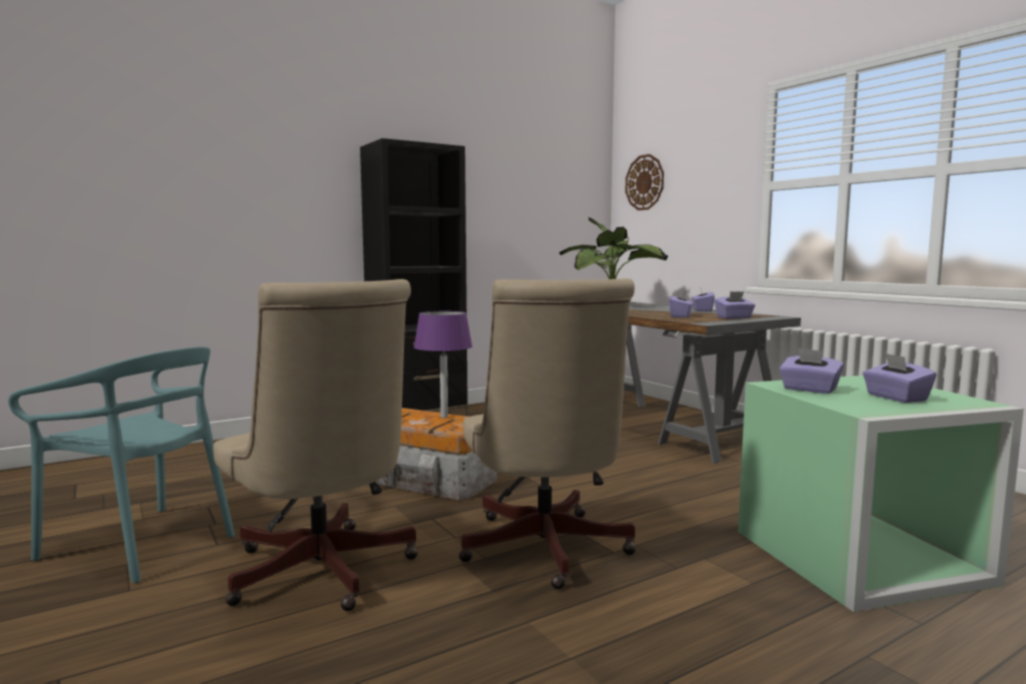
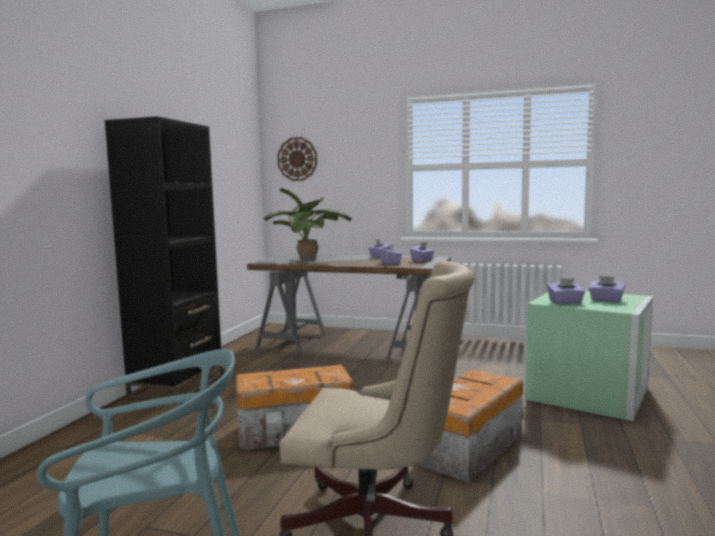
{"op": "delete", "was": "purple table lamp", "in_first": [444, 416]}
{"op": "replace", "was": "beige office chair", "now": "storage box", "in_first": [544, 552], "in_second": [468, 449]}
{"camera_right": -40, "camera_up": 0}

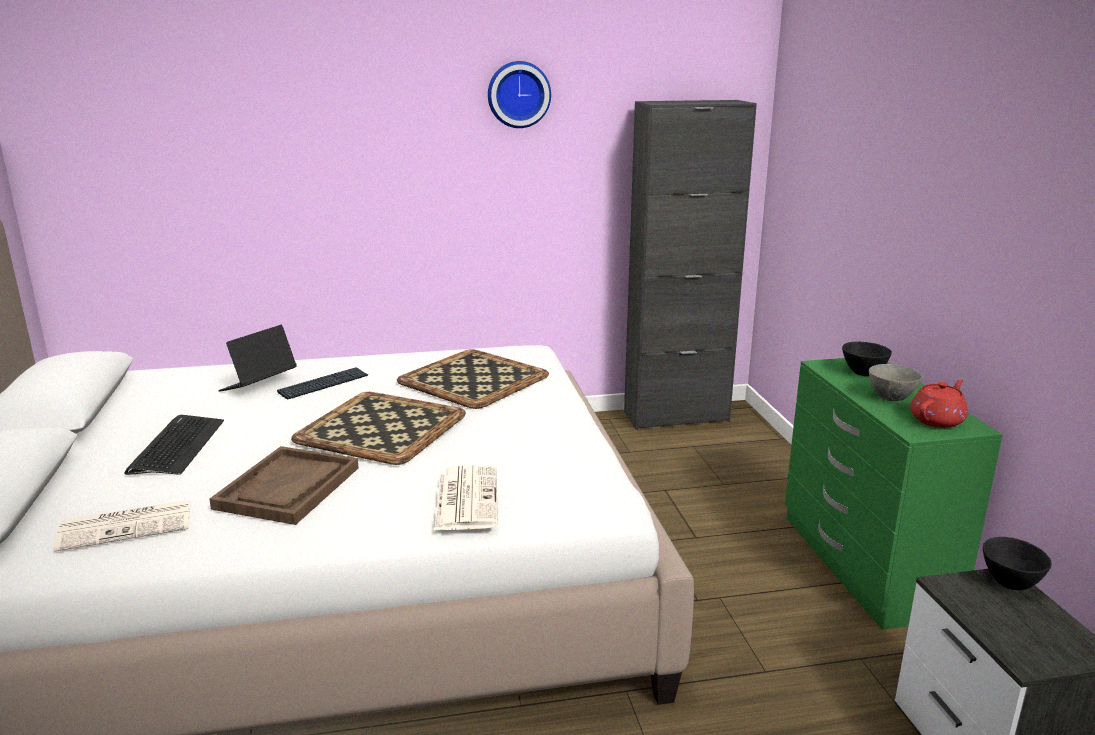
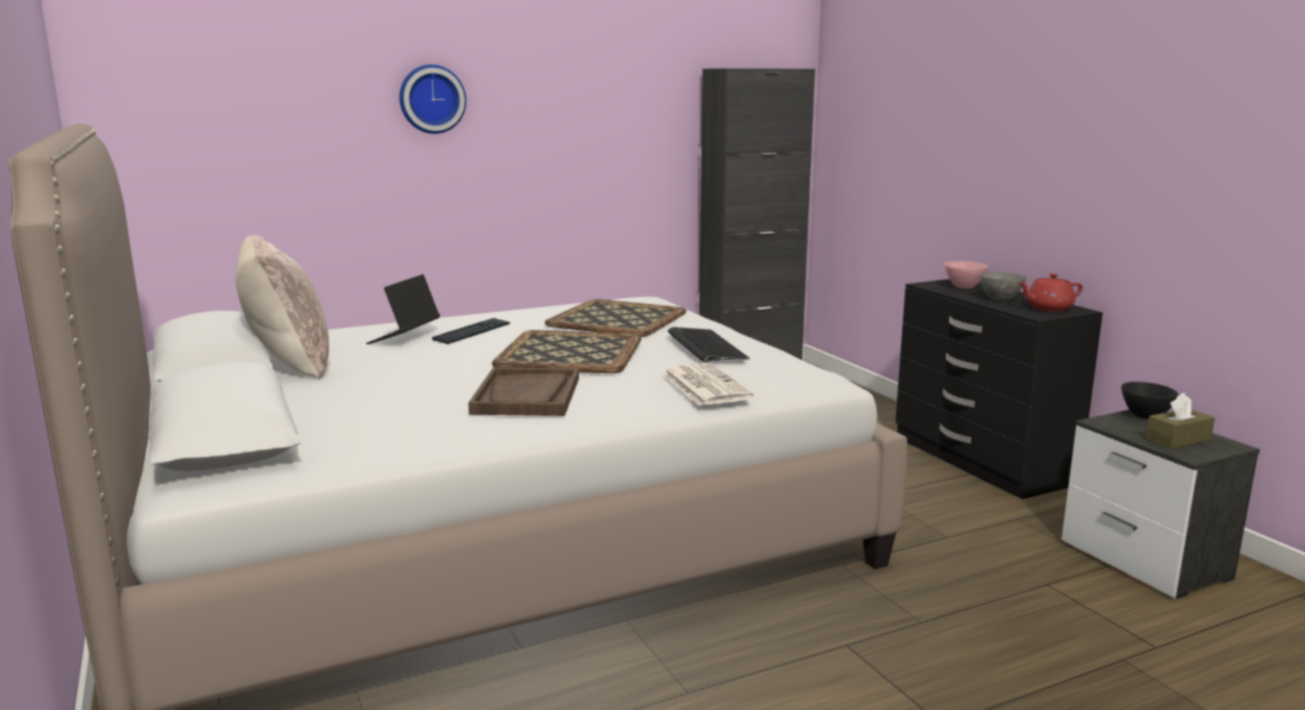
{"op": "delete", "was": "newspaper", "in_first": [128, 525]}
{"op": "move", "was": "keyboard", "in_first": [177, 446], "in_second": [705, 346]}
{"op": "move", "was": "wall clock", "in_first": [518, 94], "in_second": [431, 99]}
{"op": "recolor", "was": "green dresser", "now": "black dresser", "in_first": [864, 565], "in_second": [981, 460]}
{"op": "recolor", "was": "black bowl", "now": "pink bowl", "in_first": [862, 373], "in_second": [963, 287]}
{"op": "rotate", "was": "red teapot", "in_first": [937, 420], "in_second": [1048, 308], "clockwise": -135}
{"op": "insert", "now": "beige pillow", "in_second": [288, 364]}
{"op": "insert", "now": "brown tissue box", "in_second": [1178, 440]}
{"camera_right": -15, "camera_up": -5}

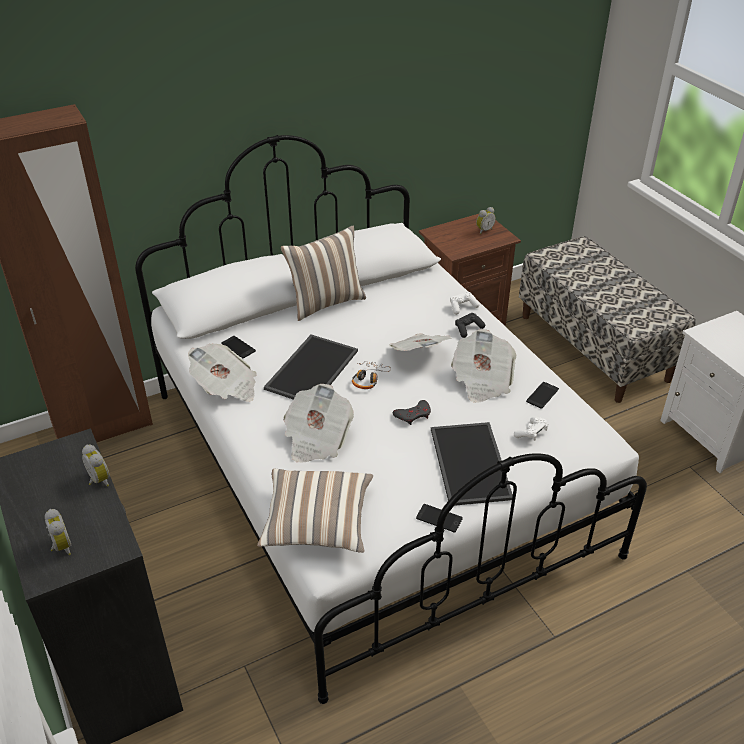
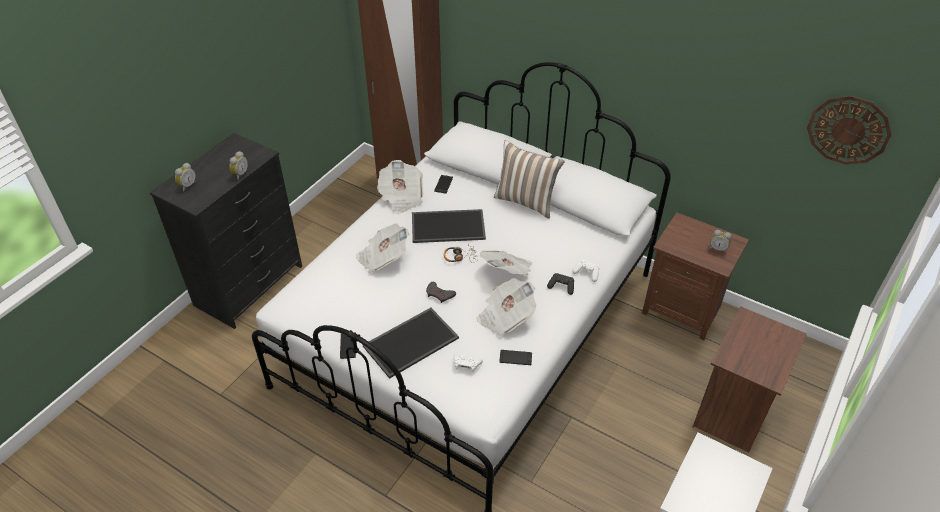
{"op": "delete", "was": "pillow", "in_first": [317, 523]}
{"op": "replace", "was": "bench", "now": "brown nightstand", "in_first": [594, 347], "in_second": [733, 414]}
{"op": "insert", "now": "wall clock", "in_second": [848, 130]}
{"camera_right": 60, "camera_up": 5}

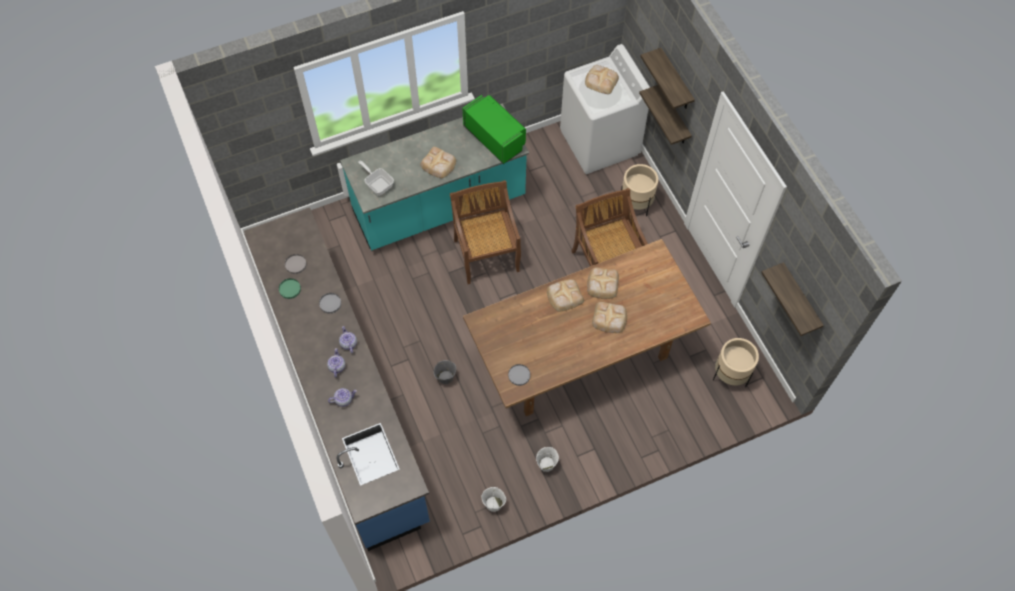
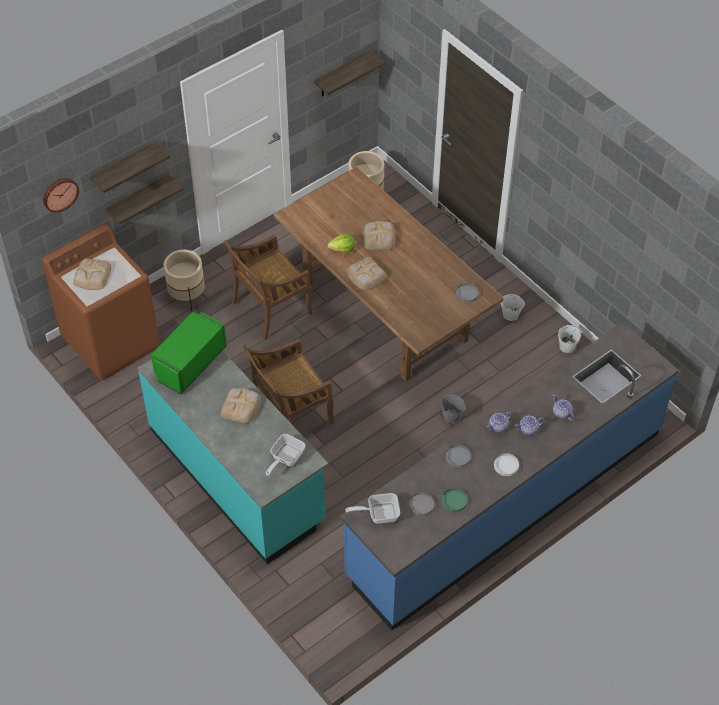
{"op": "recolor", "was": "white washing machine", "now": "brown washing machine", "in_first": [599, 143], "in_second": [111, 342]}
{"op": "replace", "was": "bread", "now": "lettuce", "in_first": [602, 284], "in_second": [342, 249]}
{"op": "insert", "now": "wall clock", "in_second": [59, 194]}
{"op": "insert", "now": "frying pan", "in_second": [379, 514]}
{"op": "insert", "now": "white plate", "in_second": [506, 465]}
{"camera_right": -105, "camera_up": -10}

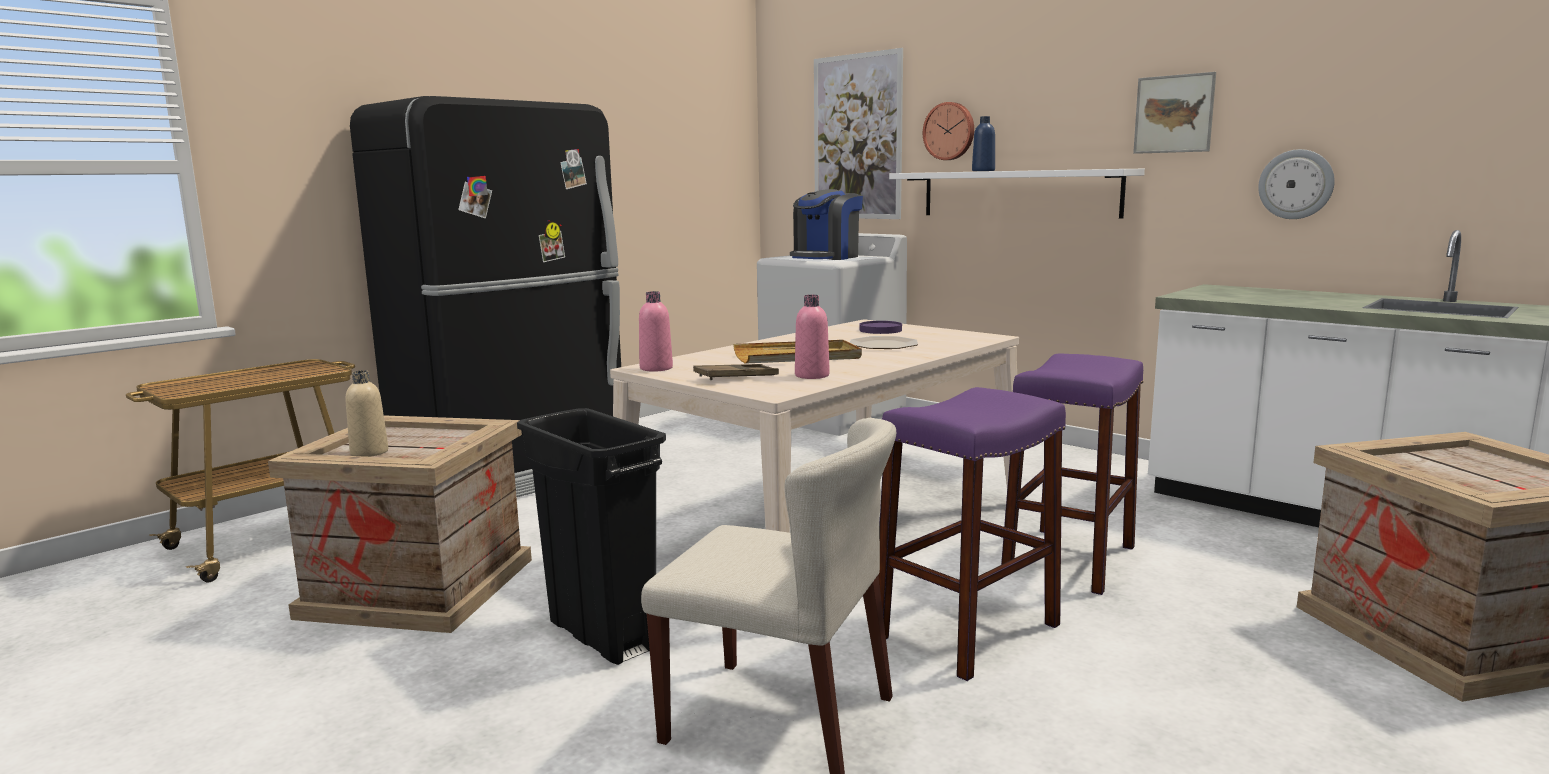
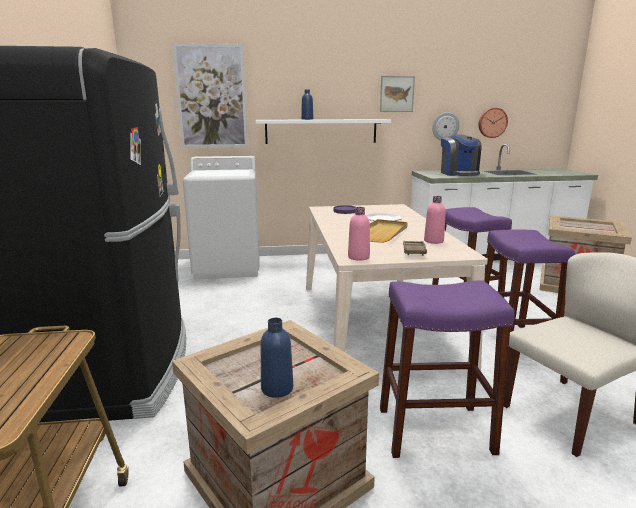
{"op": "recolor", "was": "beige bottle", "now": "blue bottle", "in_first": [369, 452], "in_second": [277, 388]}
{"op": "replace", "was": "black trash can", "now": "purple stool", "in_first": [601, 635], "in_second": [434, 430]}
{"op": "move", "was": "coffee machine", "in_first": [826, 257], "in_second": [459, 174]}
{"op": "move", "was": "wall clock", "in_first": [949, 131], "in_second": [492, 122]}
{"camera_right": -50, "camera_up": 5}

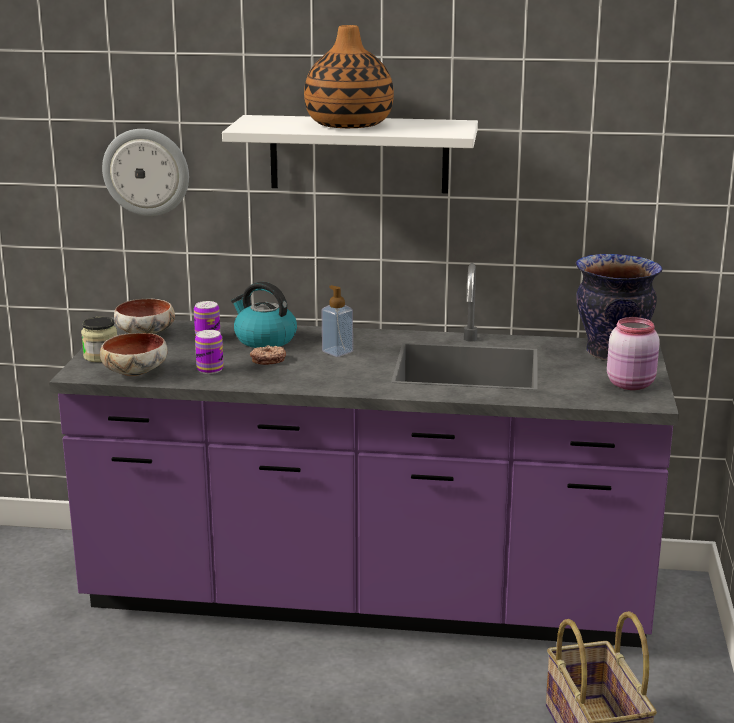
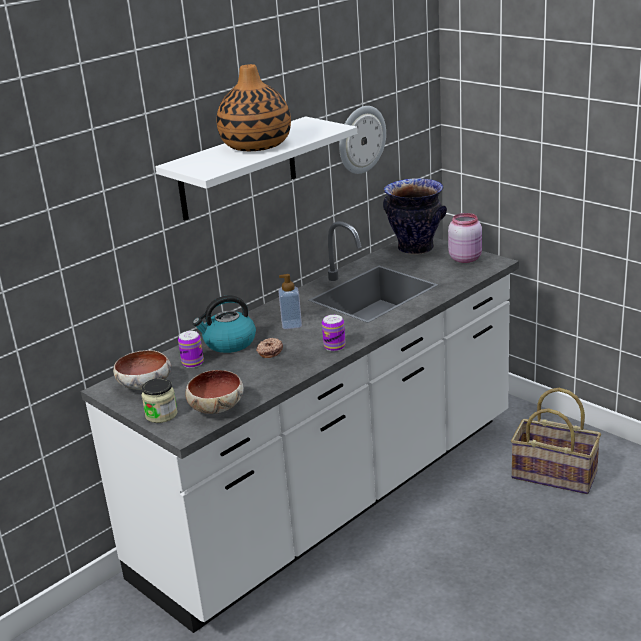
{"op": "recolor", "was": "purple counter", "now": "white counter", "in_first": [367, 599], "in_second": [335, 498]}
{"op": "move", "was": "wall clock", "in_first": [146, 172], "in_second": [361, 139]}
{"op": "move", "was": "can", "in_first": [210, 369], "in_second": [334, 346]}
{"camera_right": -50, "camera_up": 5}

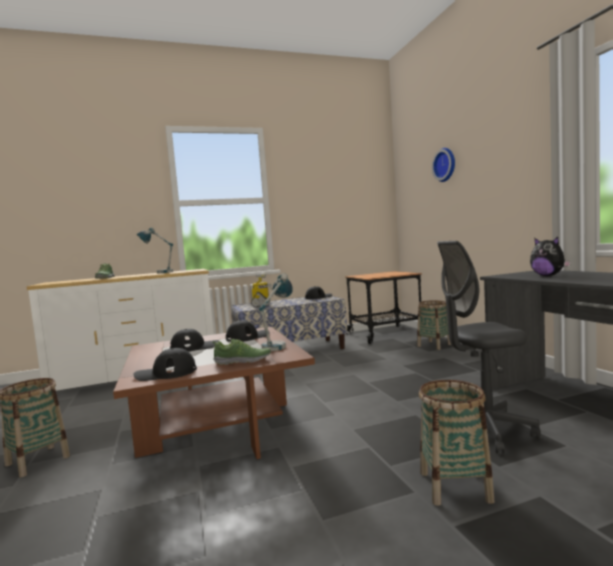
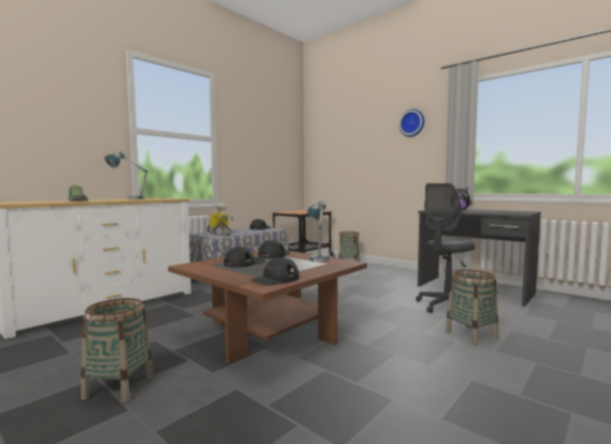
{"op": "delete", "was": "shoe", "in_first": [243, 361]}
{"op": "move", "was": "wall clock", "in_first": [446, 164], "in_second": [412, 123]}
{"camera_right": -30, "camera_up": 0}

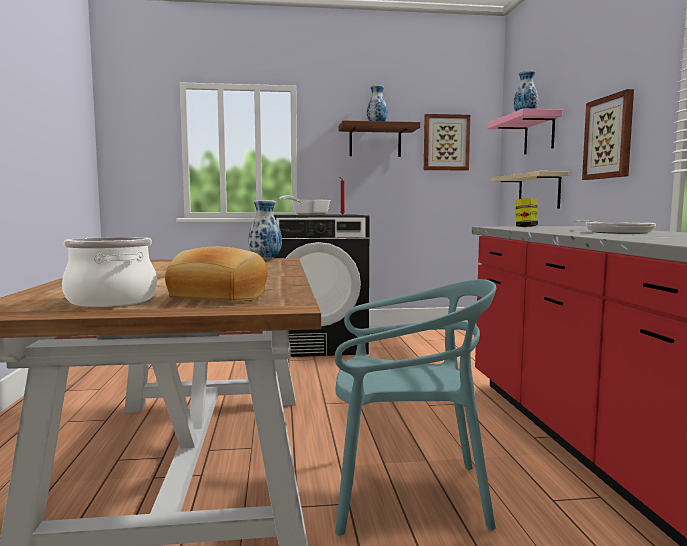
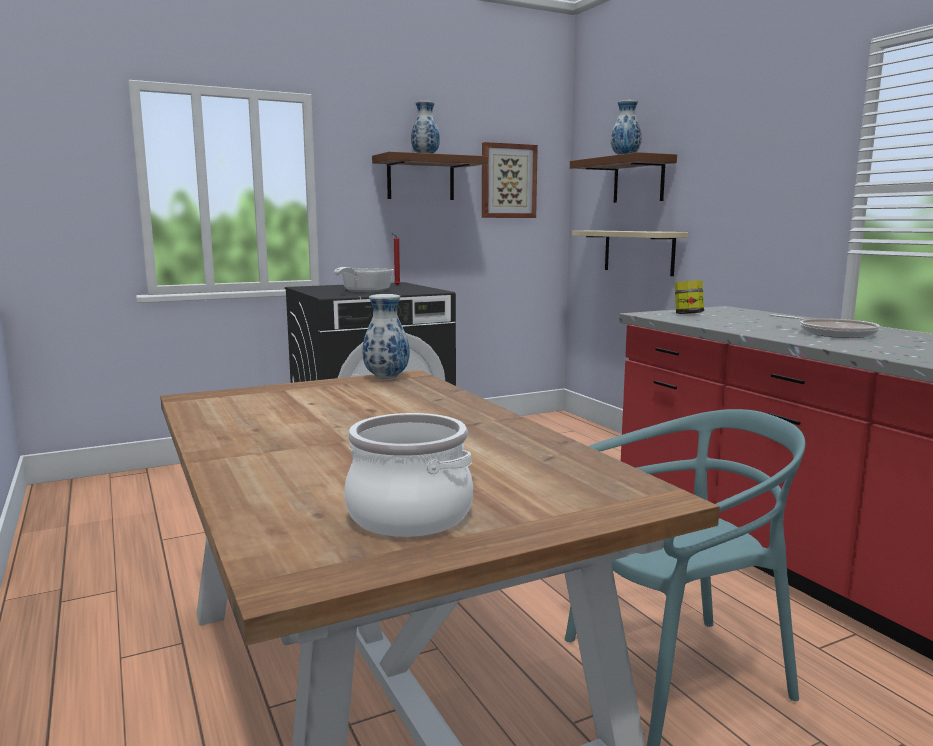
{"op": "delete", "was": "bread", "in_first": [217, 297]}
{"op": "recolor", "was": "pink shelf", "now": "brown shelf", "in_first": [539, 134], "in_second": [638, 180]}
{"op": "delete", "was": "picture", "in_first": [609, 137]}
{"camera_right": -20, "camera_up": 5}

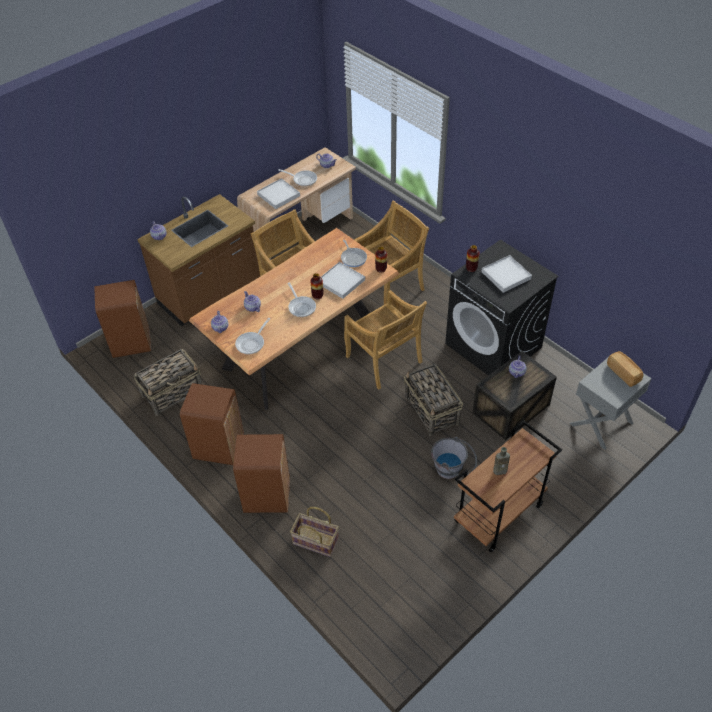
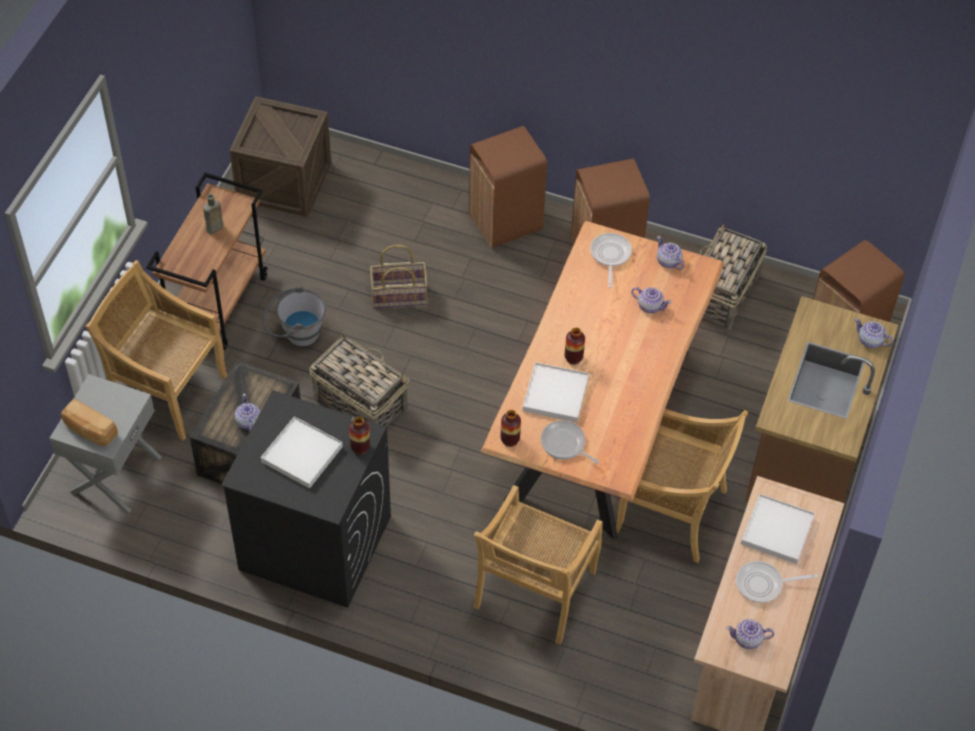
{"op": "delete", "was": "frying pan", "in_first": [301, 307]}
{"op": "move", "was": "basket", "in_first": [315, 542], "in_second": [399, 294]}
{"op": "move", "was": "beige chair", "in_first": [384, 360], "in_second": [166, 391]}
{"op": "insert", "now": "crate", "in_second": [284, 182]}
{"camera_right": 150, "camera_up": 5}

